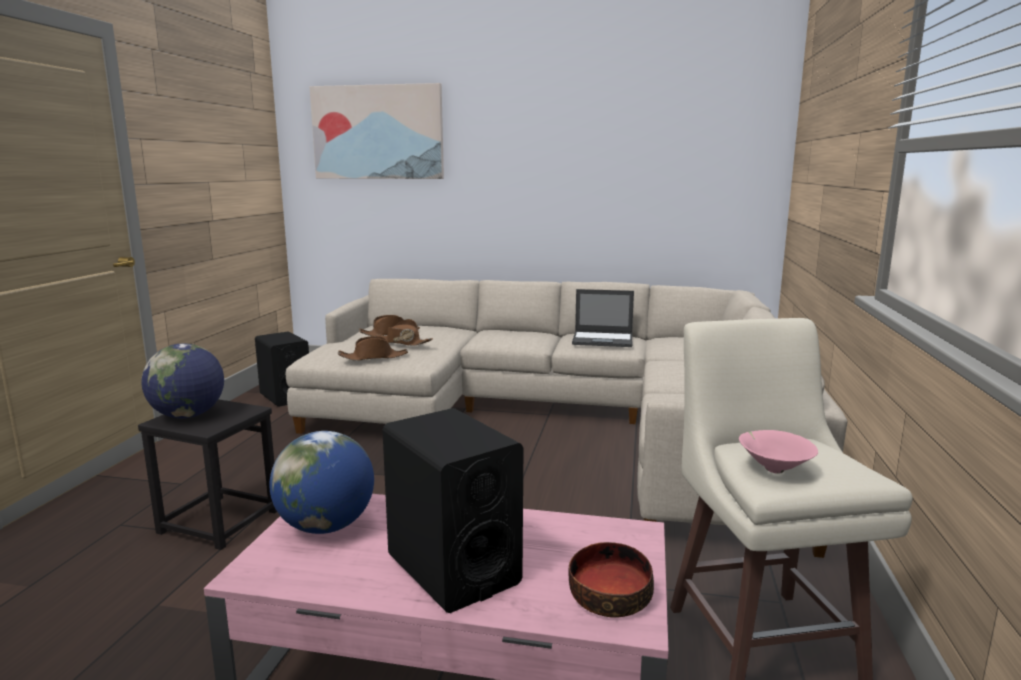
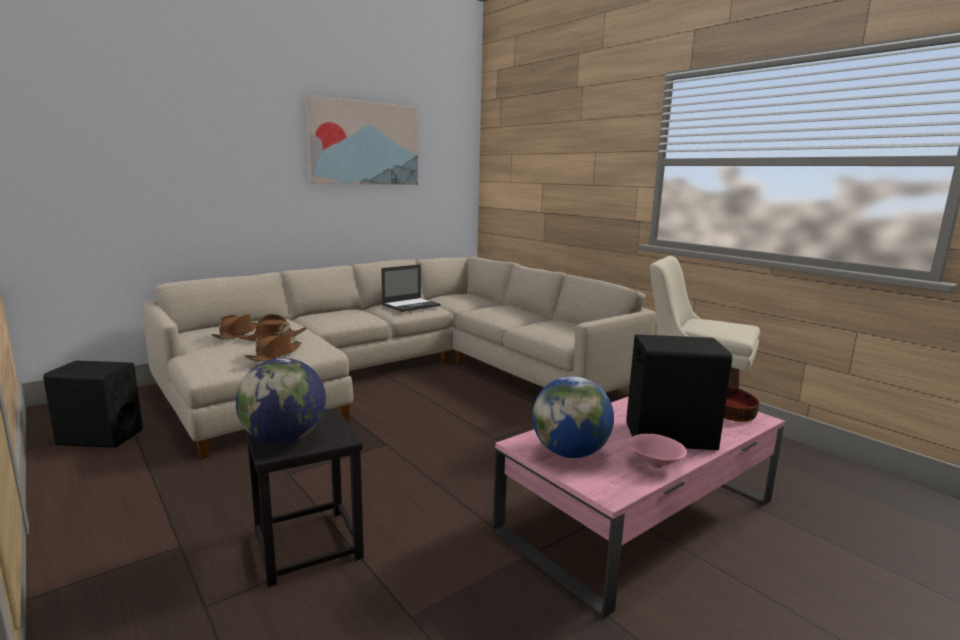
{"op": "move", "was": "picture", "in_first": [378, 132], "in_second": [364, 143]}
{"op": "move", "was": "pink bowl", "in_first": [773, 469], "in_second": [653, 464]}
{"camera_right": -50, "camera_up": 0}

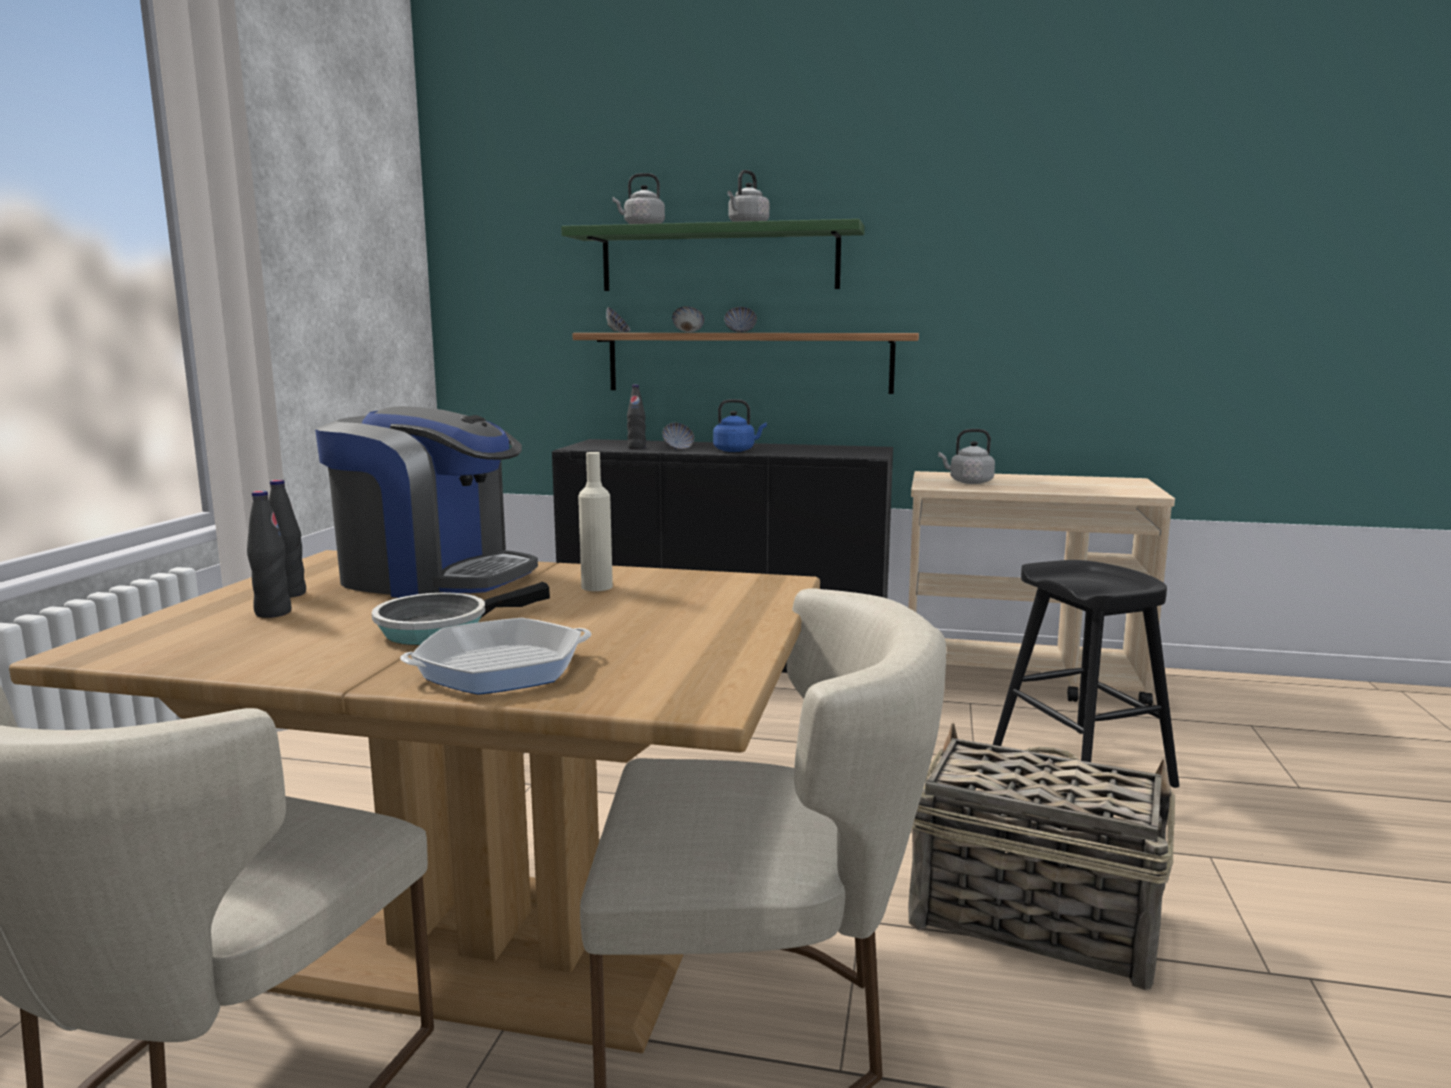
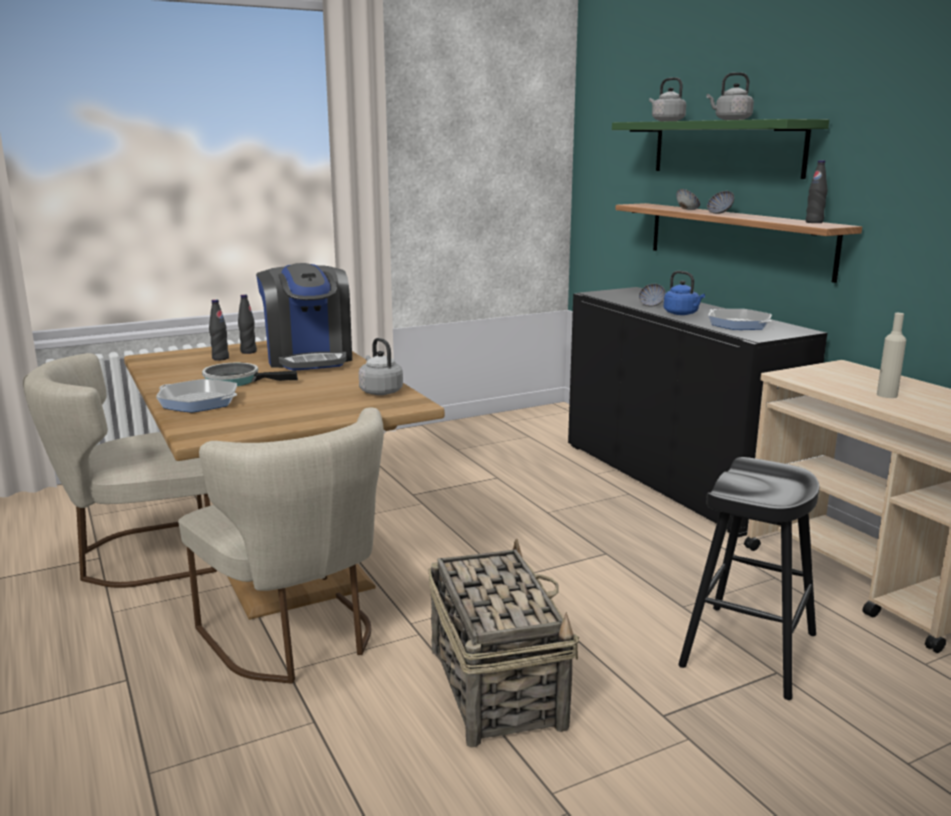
{"op": "move", "was": "beige bottle", "in_first": [597, 587], "in_second": [887, 395]}
{"op": "delete", "was": "bowl", "in_first": [618, 332]}
{"op": "move", "was": "black bottle", "in_first": [636, 447], "in_second": [814, 222]}
{"op": "move", "was": "grey kettle", "in_first": [968, 482], "in_second": [380, 391]}
{"op": "insert", "now": "frying pan", "in_second": [738, 324]}
{"camera_right": 50, "camera_up": 5}

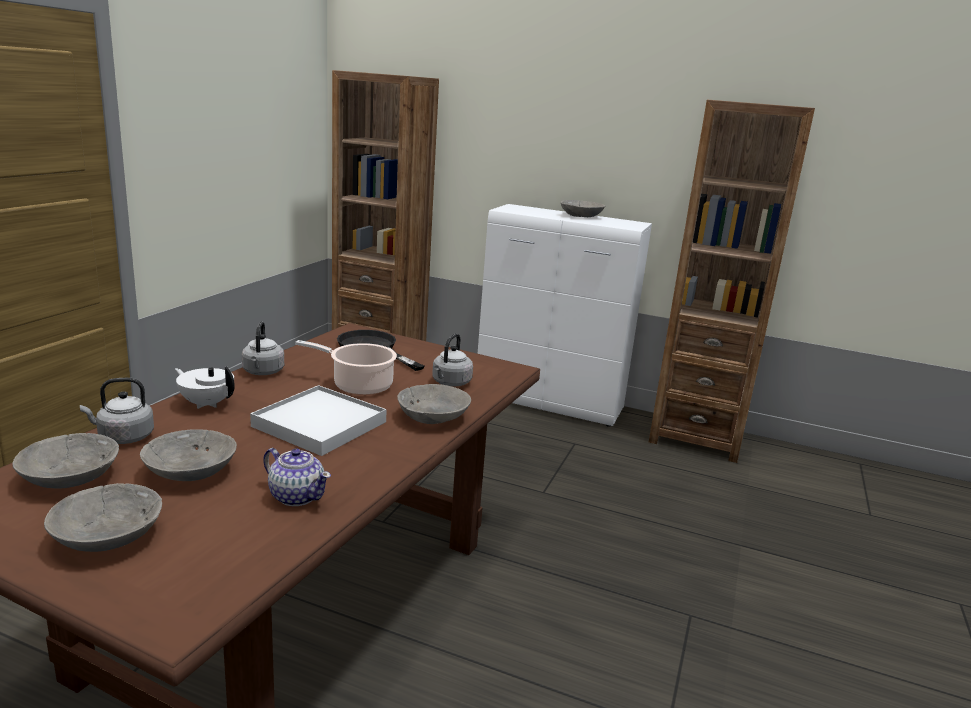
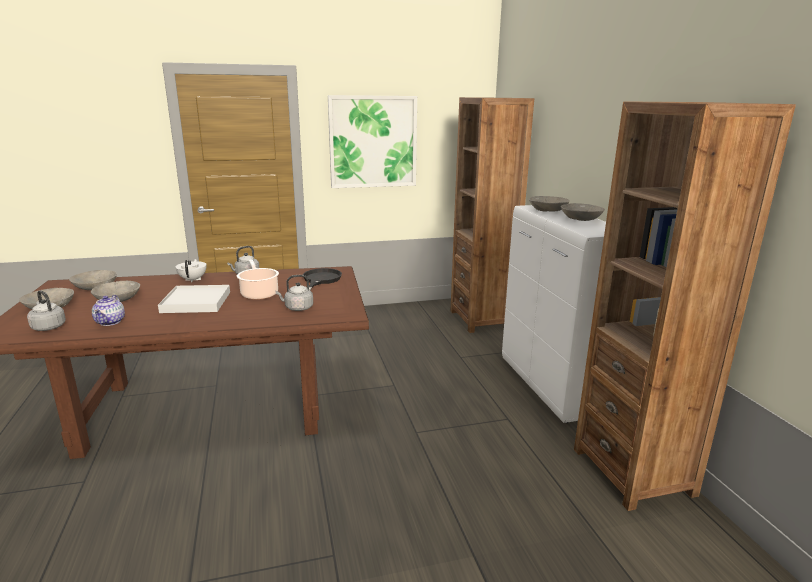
{"op": "move", "was": "grey kettle", "in_first": [123, 437], "in_second": [48, 327]}
{"op": "move", "was": "grey bowl", "in_first": [433, 417], "in_second": [548, 211]}
{"op": "insert", "now": "picture", "in_second": [373, 142]}
{"camera_right": 55, "camera_up": 0}

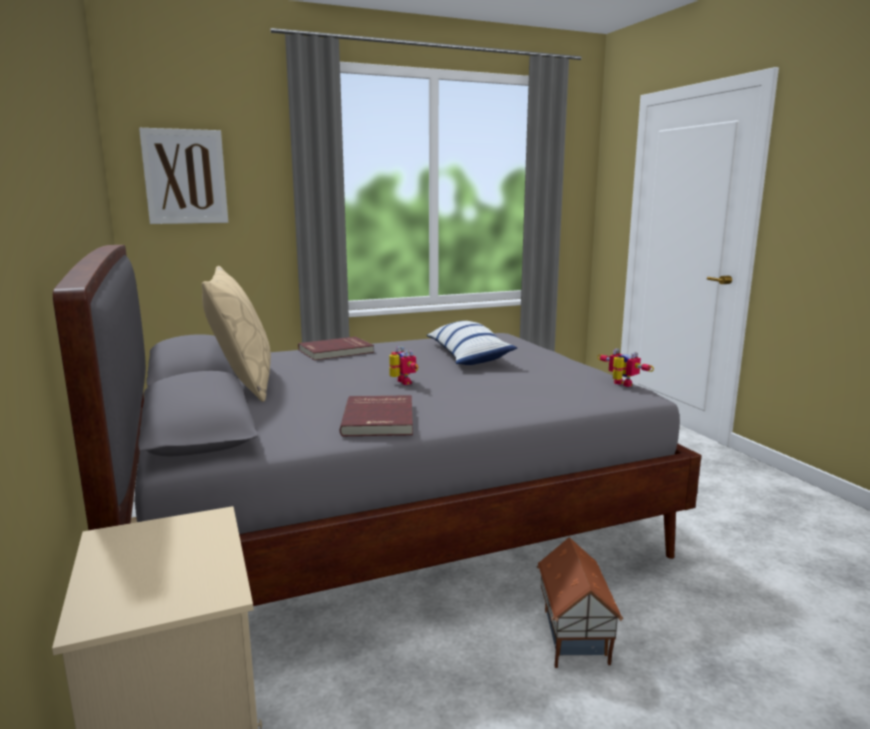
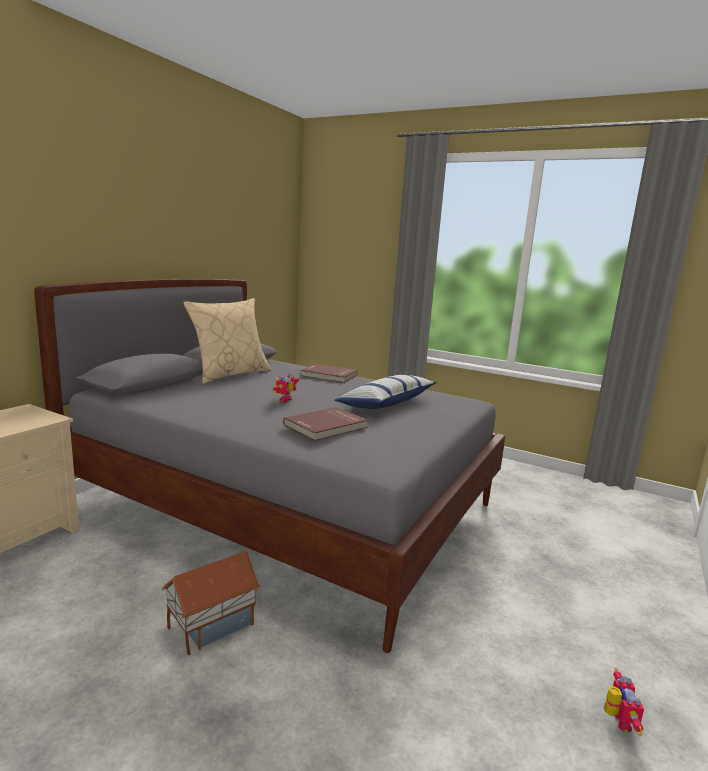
{"op": "delete", "was": "picture", "in_first": [185, 177]}
{"op": "move", "was": "red book", "in_first": [380, 419], "in_second": [326, 426]}
{"op": "move", "was": "toy robot", "in_first": [620, 385], "in_second": [617, 720]}
{"camera_right": 50, "camera_up": 0}

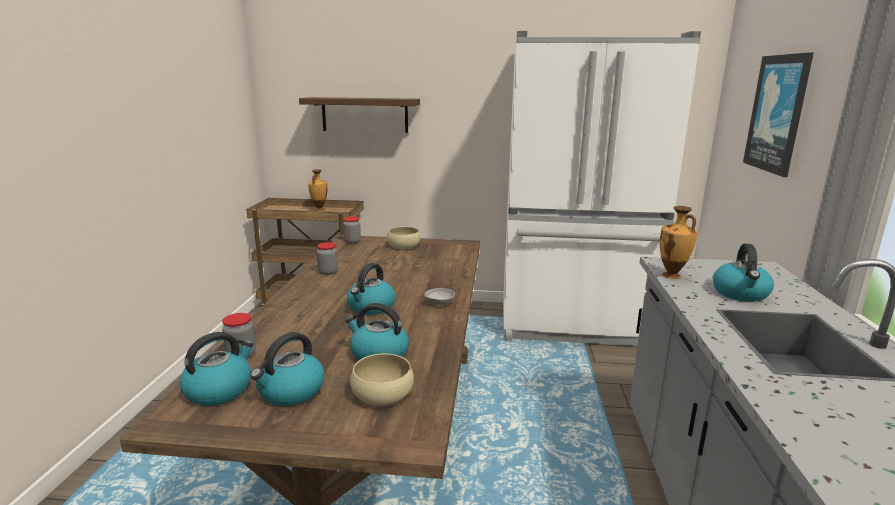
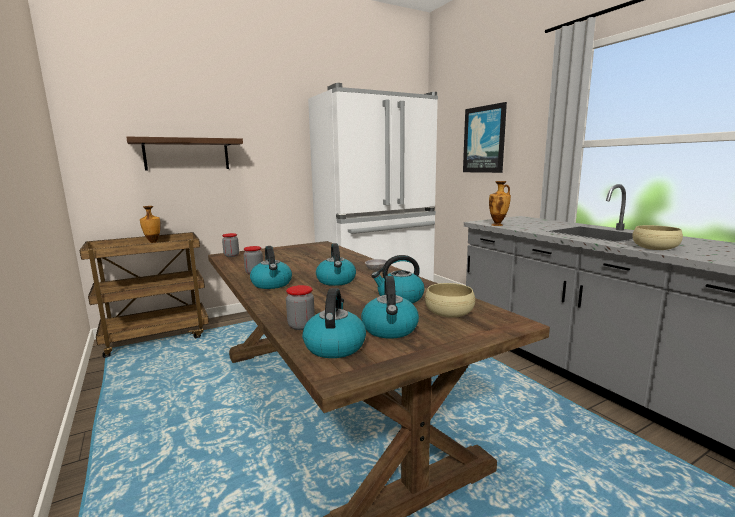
{"op": "move", "was": "beige bowl", "in_first": [403, 246], "in_second": [654, 248]}
{"op": "move", "was": "kettle", "in_first": [740, 294], "in_second": [272, 284]}
{"camera_right": -35, "camera_up": -5}

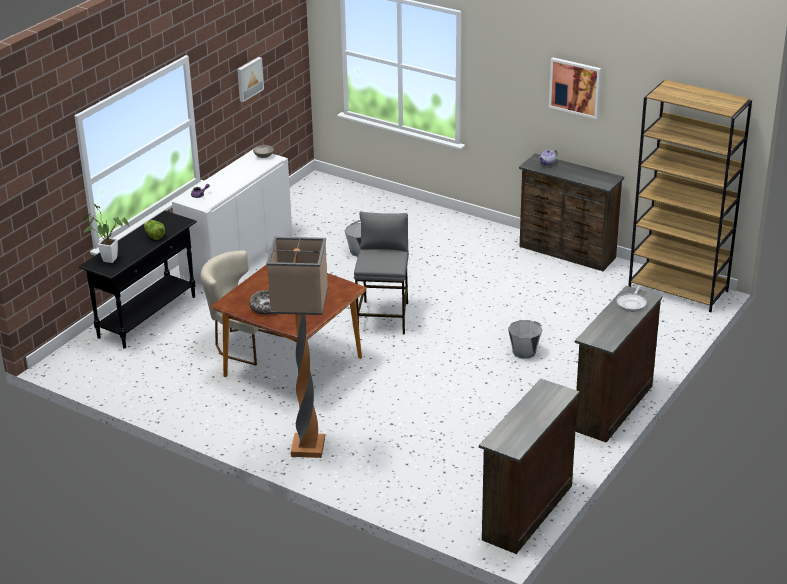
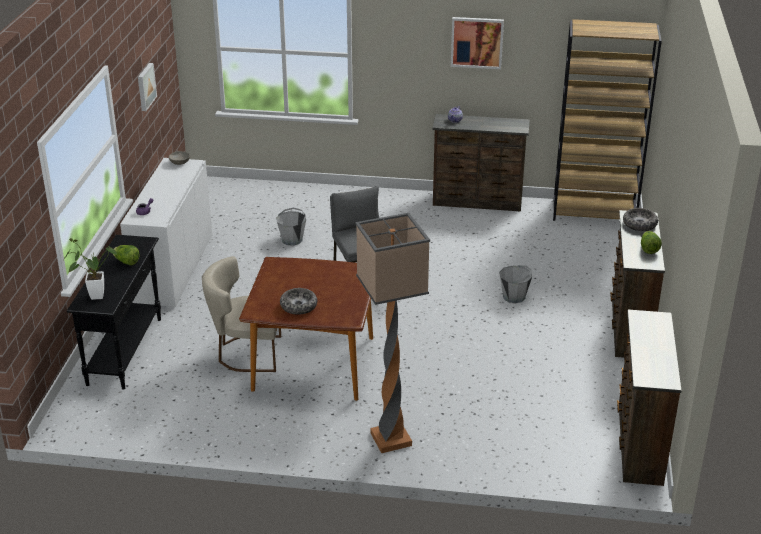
{"op": "replace", "was": "frying pan", "now": "bowl", "in_first": [632, 303], "in_second": [639, 224]}
{"op": "insert", "now": "lettuce", "in_second": [648, 249]}
{"camera_right": -25, "camera_up": 0}

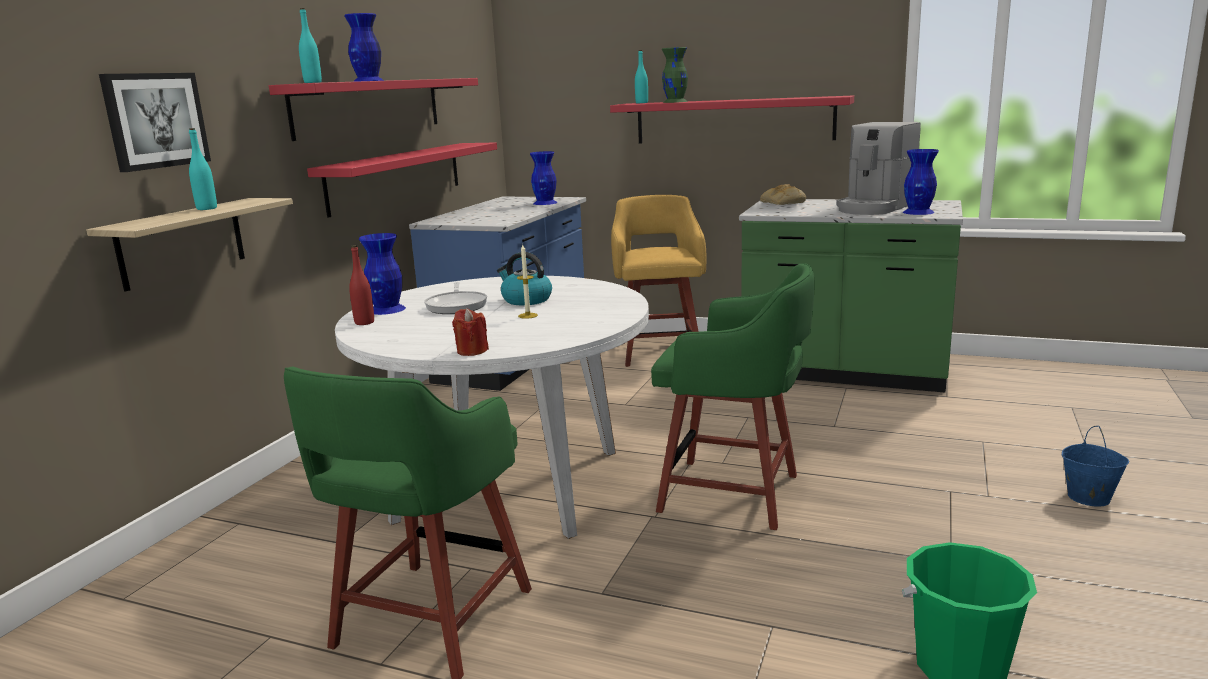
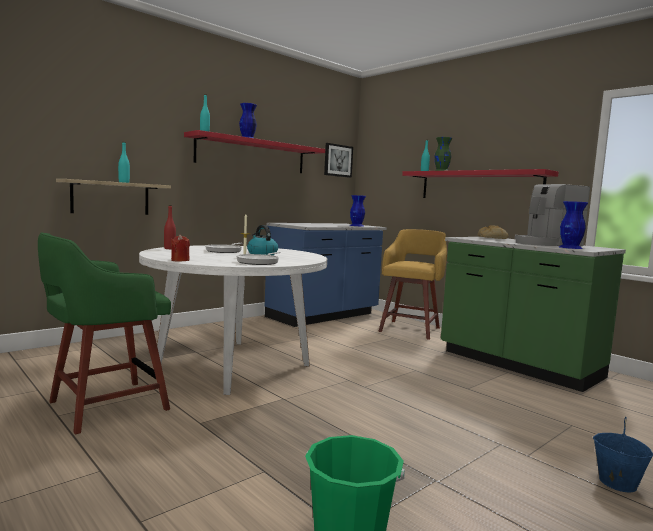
{"op": "move", "was": "picture", "in_first": [155, 120], "in_second": [338, 160]}
{"op": "delete", "was": "red shelf", "in_first": [397, 176]}
{"op": "delete", "was": "blue vase", "in_first": [387, 309]}
{"op": "delete", "was": "green stool", "in_first": [734, 494]}
{"op": "insert", "now": "frying pan", "in_second": [259, 262]}
{"camera_right": 25, "camera_up": -10}

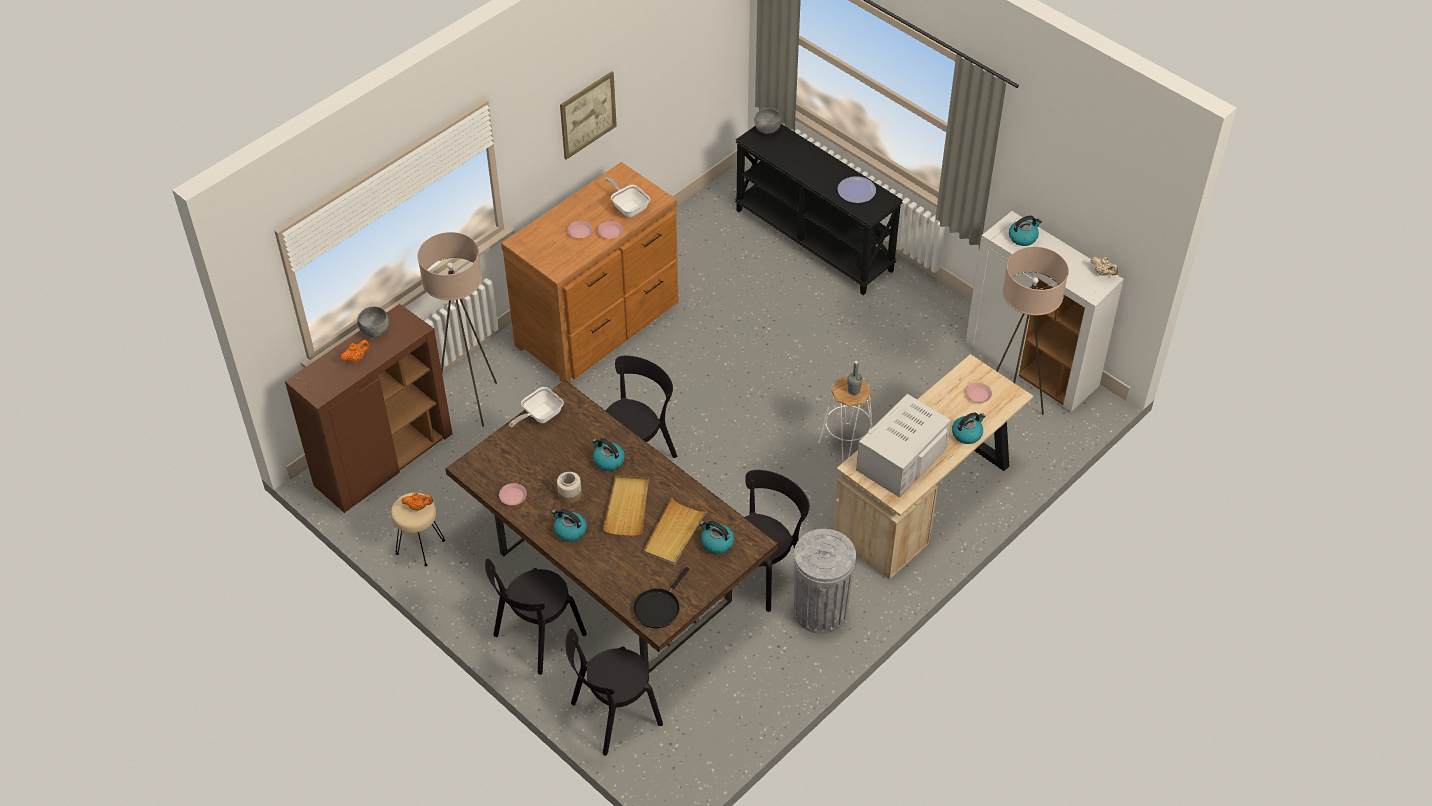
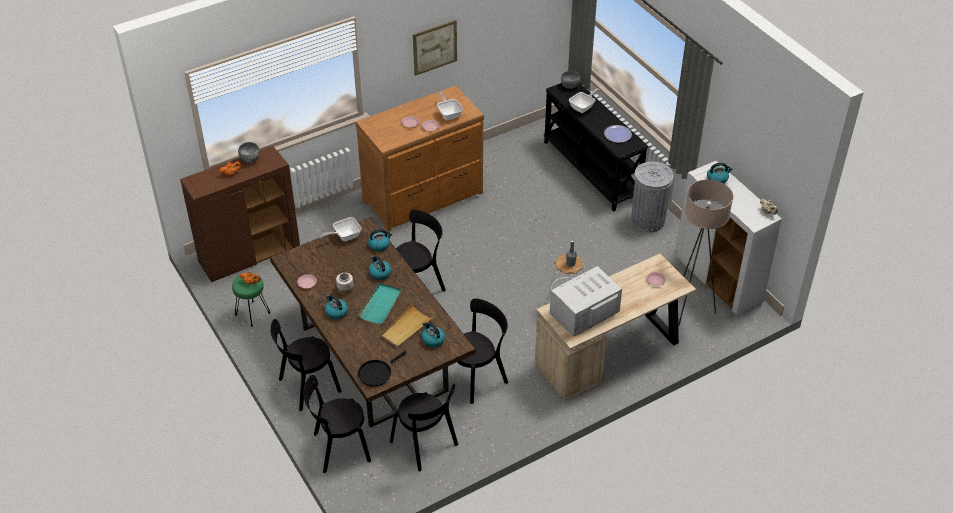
{"op": "recolor", "was": "beige stool", "now": "green stool", "in_first": [420, 546], "in_second": [253, 313]}
{"op": "delete", "was": "beige floor lamp", "in_first": [472, 402]}
{"op": "recolor", "was": "beige tray", "now": "turquoise tray", "in_first": [627, 507], "in_second": [381, 305]}
{"op": "move", "was": "grey trash can", "in_first": [820, 611], "in_second": [648, 221]}
{"op": "move", "was": "kettle", "in_first": [967, 434], "in_second": [379, 245]}
{"op": "insert", "now": "black chair", "in_second": [425, 445]}
{"op": "insert", "now": "frying pan", "in_second": [583, 107]}
{"camera_right": 15, "camera_up": -5}

